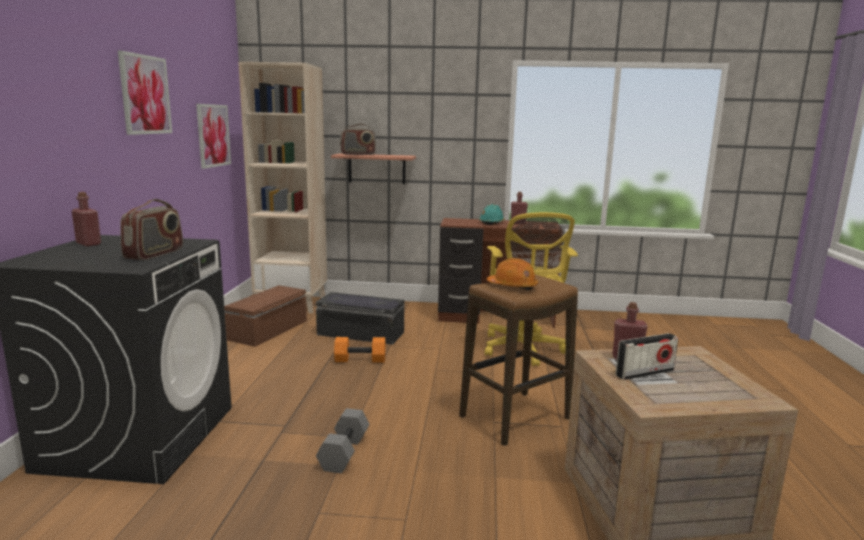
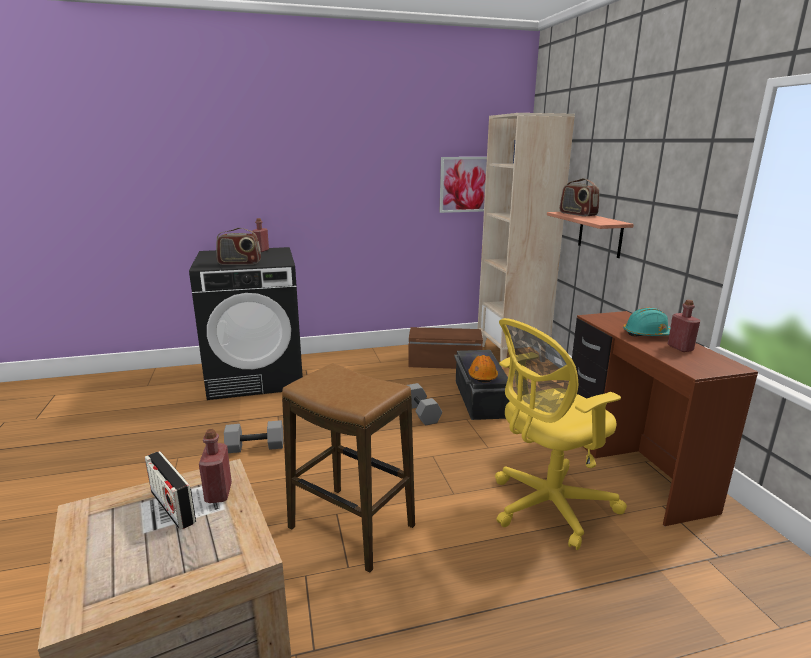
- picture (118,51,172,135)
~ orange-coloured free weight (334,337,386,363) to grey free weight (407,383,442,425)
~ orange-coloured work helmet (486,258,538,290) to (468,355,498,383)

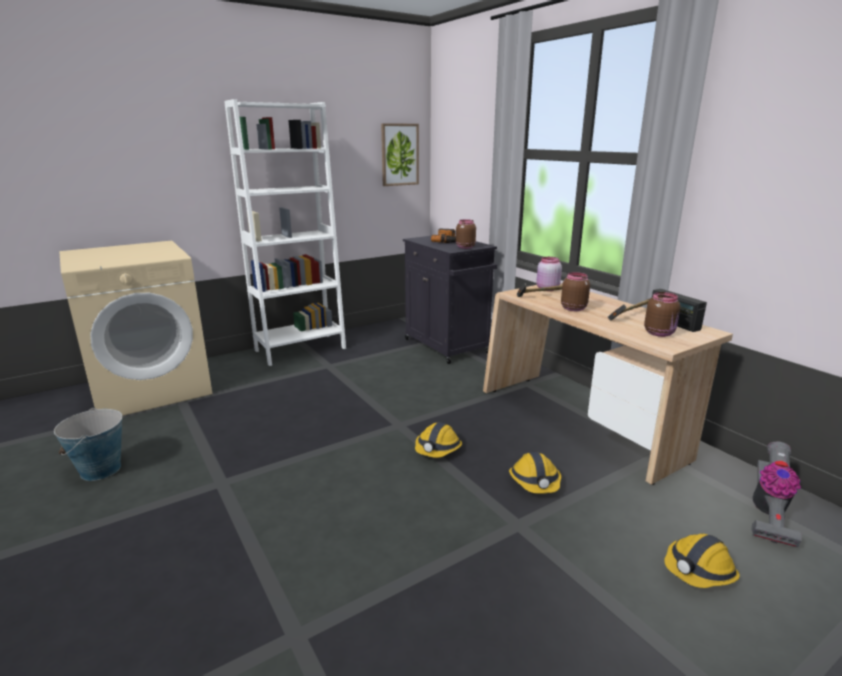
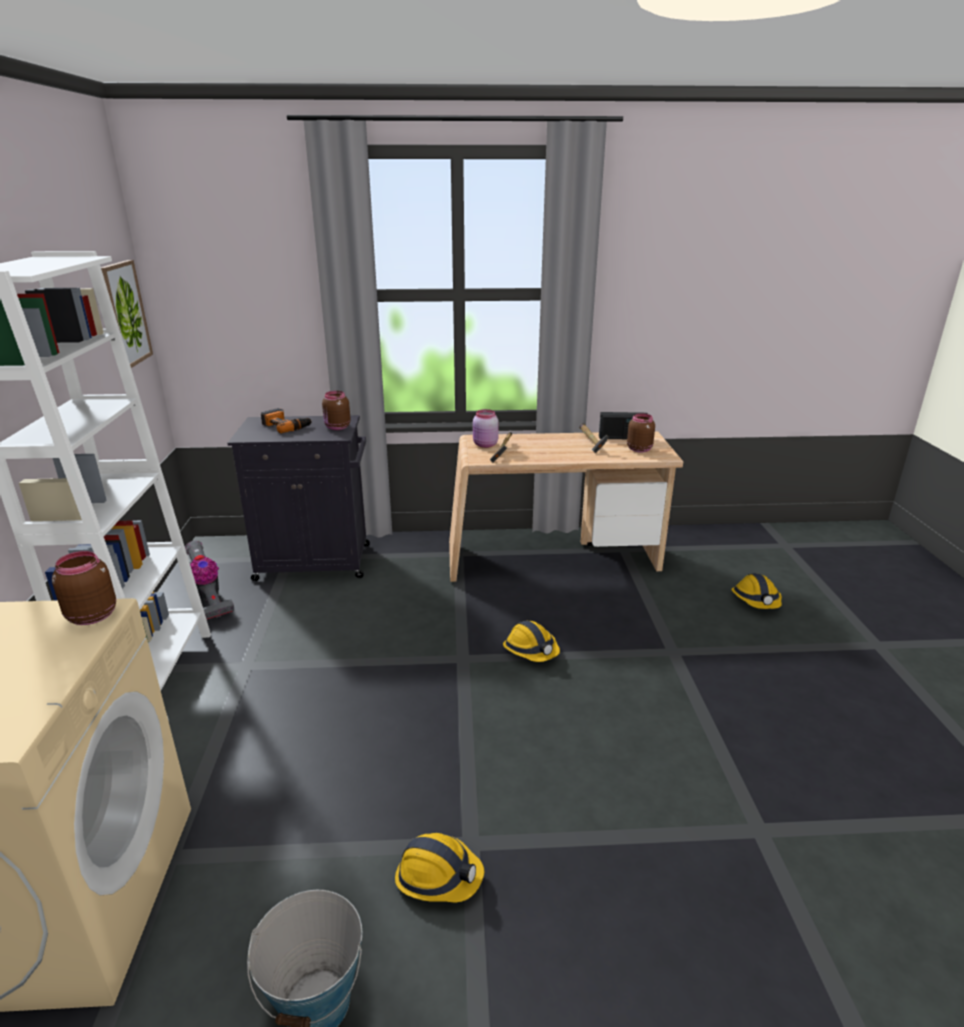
~ work helmet (509,452,561,494) to (395,833,484,903)
~ brownish preserve jar (561,272,590,311) to (52,551,116,625)
~ vacuum cleaner (752,441,802,547) to (185,541,234,620)

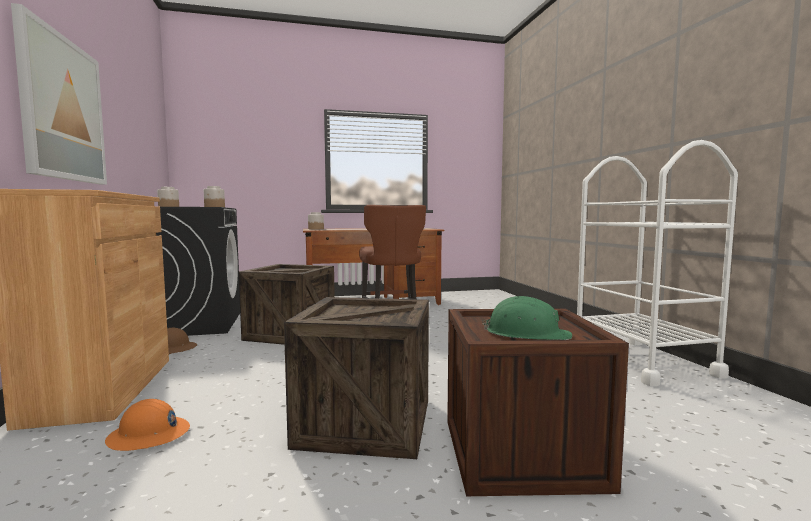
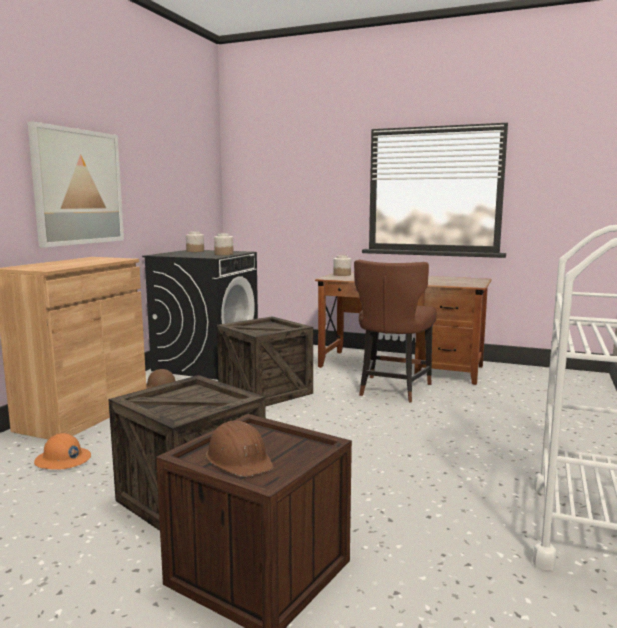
~ greenish work helmet (482,296,572,340) to brownish work helmet (206,421,274,477)

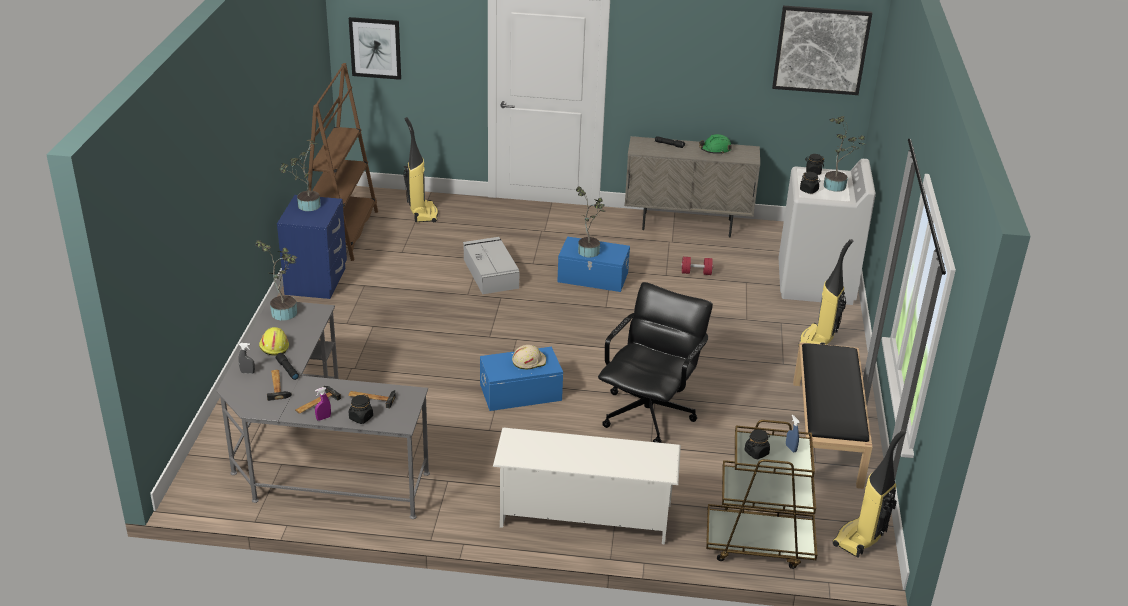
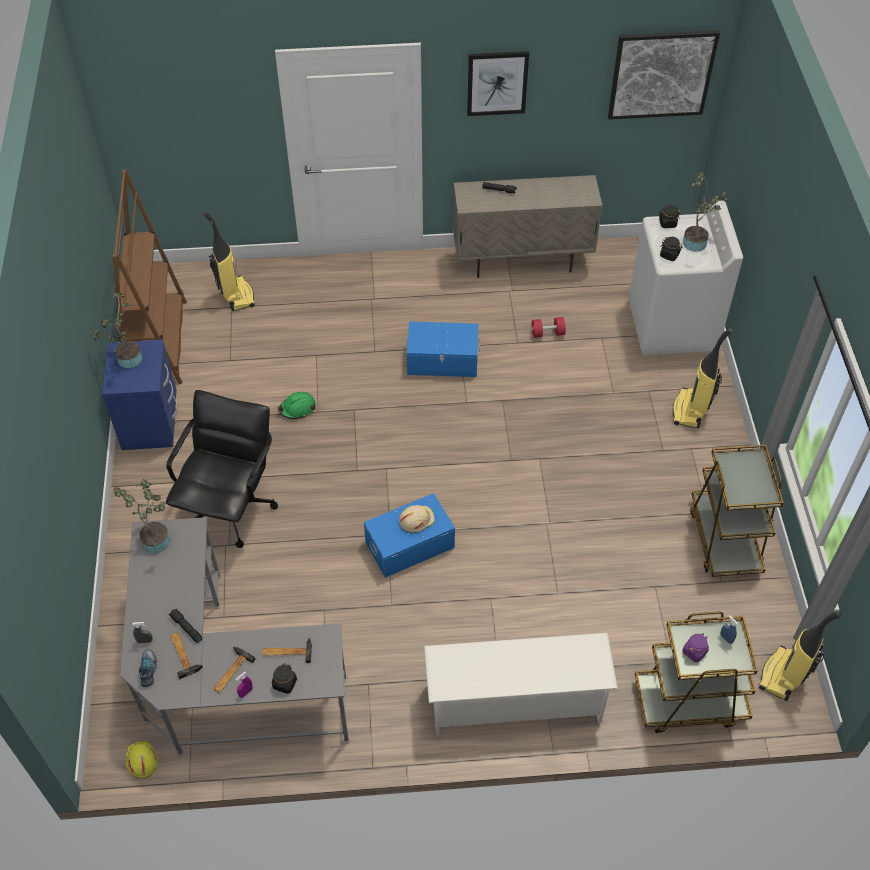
~ yellow-coloured work helmet (259,327,289,356) to (126,741,158,778)
~ picture (349,17,401,80) to (467,51,529,116)
- grey storage box (463,237,519,294)
- houseplant (576,187,606,257)
~ black-coloured desk chair (598,282,713,443) to (166,390,278,548)
~ greenish work helmet (699,134,732,154) to (277,392,316,419)
~ black-coloured preserve jar (745,429,770,459) to purple preserve jar (682,633,709,663)
~ black-coloured long seat (793,342,872,489) to brownish cart (690,445,784,577)
+ shoe (139,649,157,687)

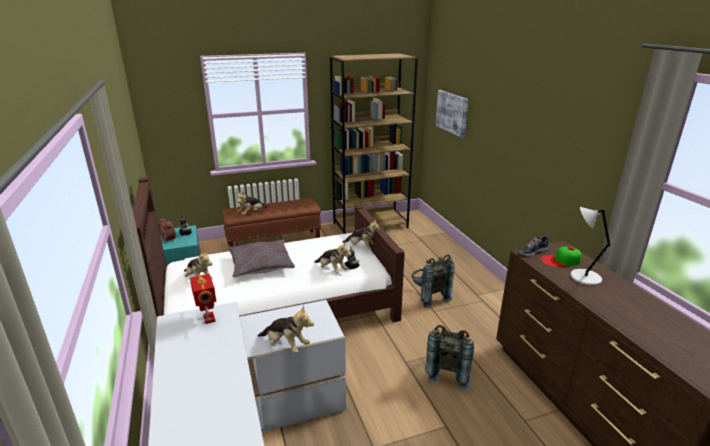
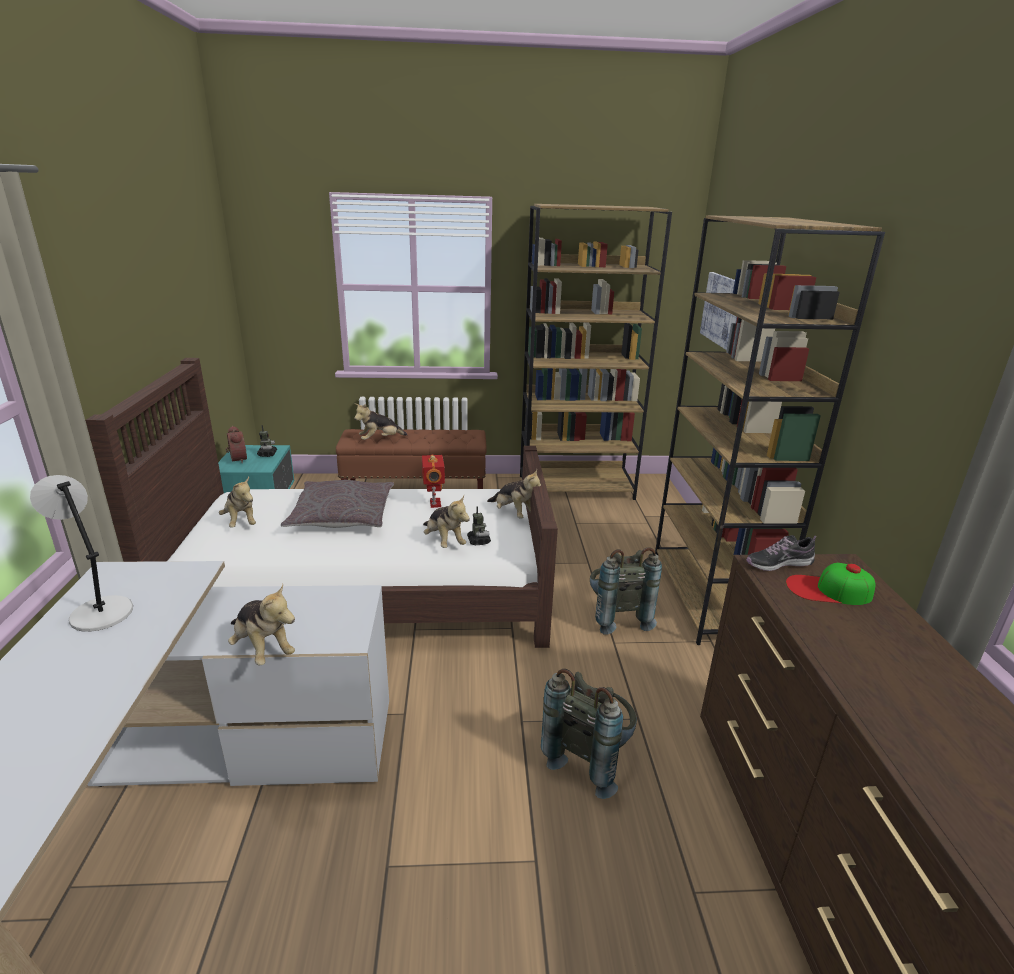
~ toy robot (190,274,216,324) to (422,455,445,508)
~ grey table lamp (570,207,610,286) to (30,475,133,632)
+ brownish shelving unit (655,215,885,645)

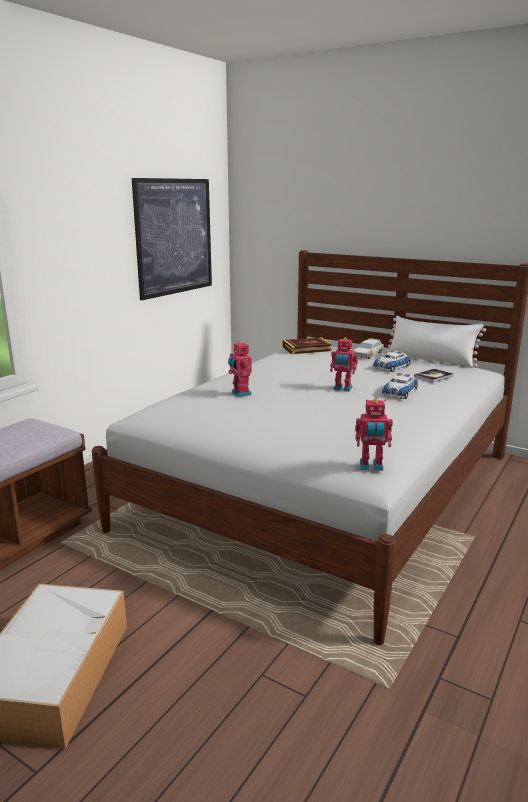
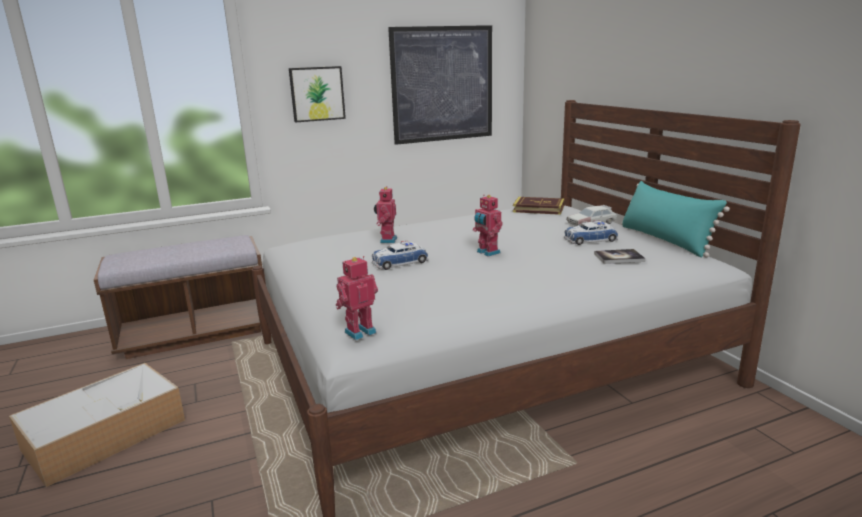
~ toy robot (355,399,393,471) = (336,256,378,340) 105 degrees clockwise
~ miniature car (382,373,418,399) to (372,241,429,270)
~ white-coloured cushion (385,316,486,368) to turquoise cushion (621,181,730,257)
+ picture (289,66,346,122)

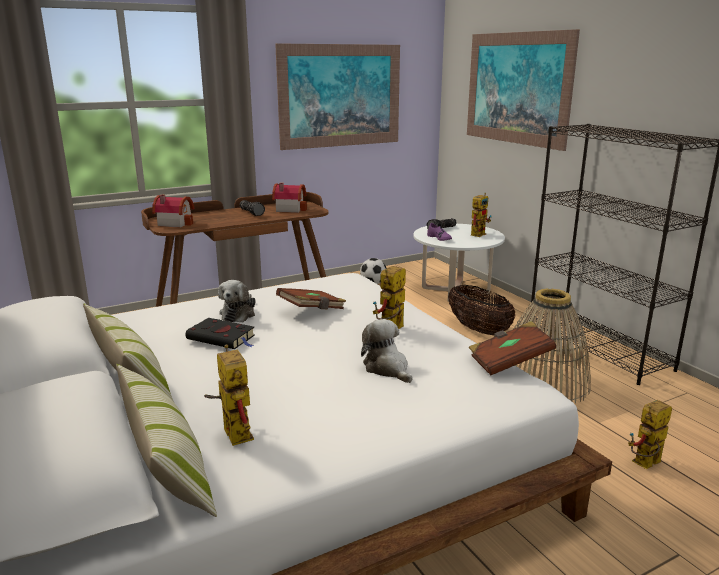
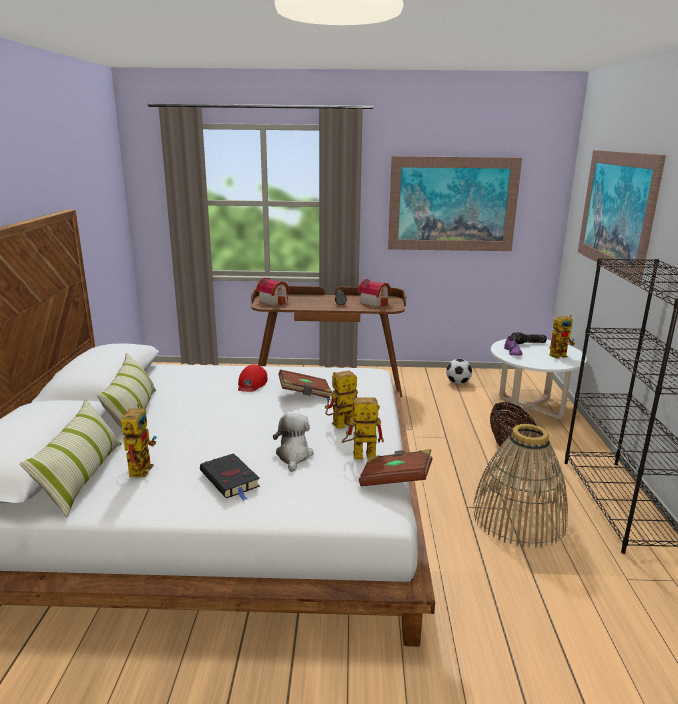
~ black-coloured book (186,318,255,349) to (200,453,260,501)
~ cuddly toy (218,280,256,322) to reddish baseball cap (238,364,267,392)
~ toy robot (628,400,672,469) to (342,397,384,459)

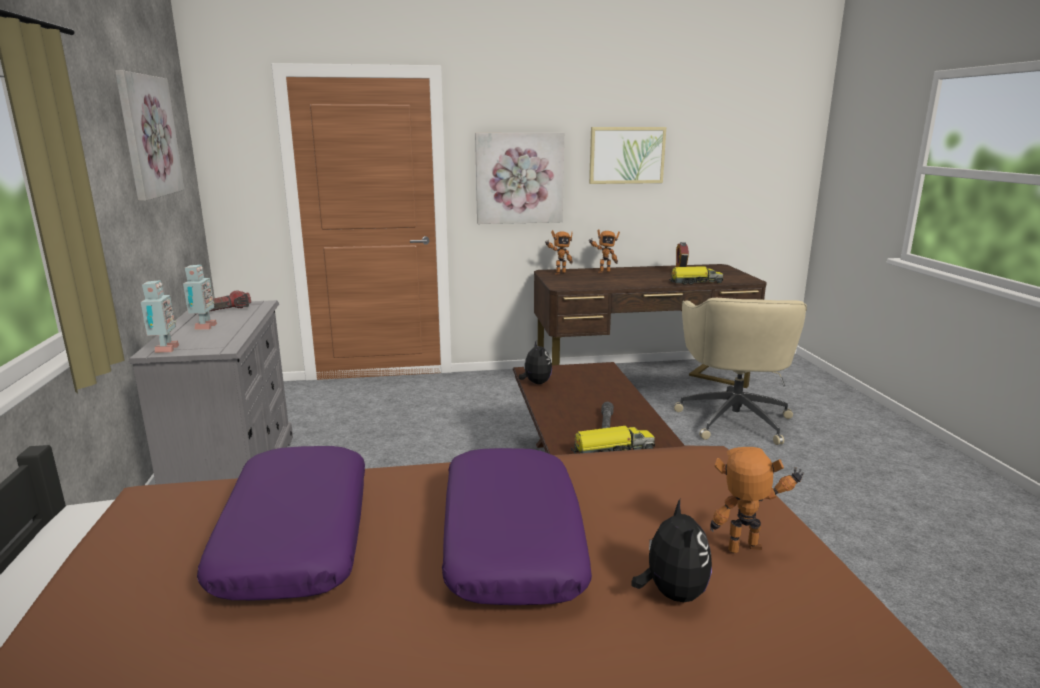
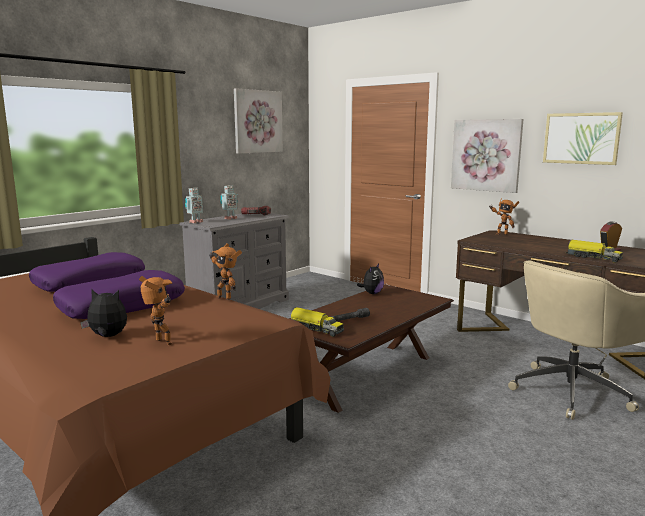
~ toy robot (588,229,620,273) to (210,243,242,300)
~ cuddly toy (631,499,712,602) = (80,290,127,337) 135 degrees counterclockwise

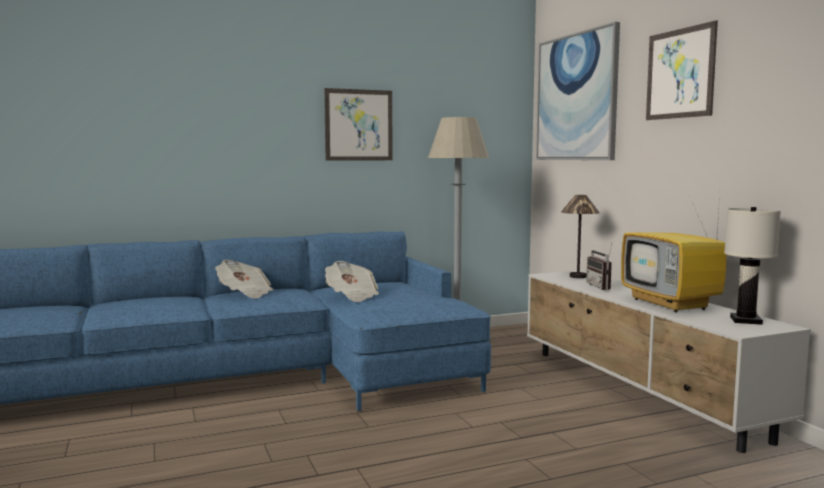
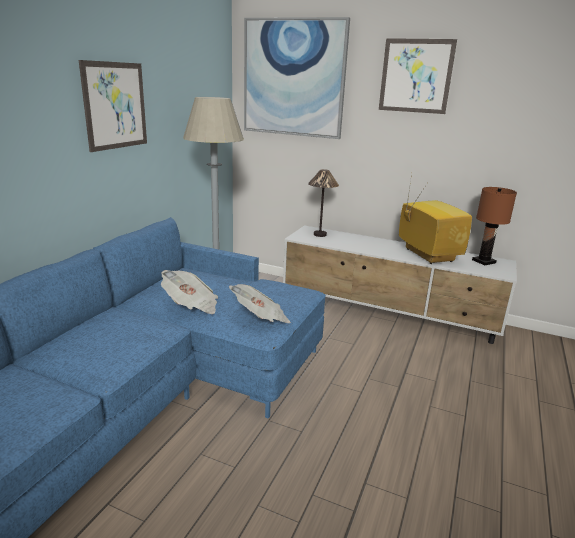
~ printed paper (215,260,273,299) to (229,284,291,323)
- radio set (586,244,612,290)
~ television (621,193,727,312) = (399,174,472,264) 135 degrees counterclockwise
~ white-coloured table lamp (724,207,781,325) to brownish table lamp (472,187,517,265)

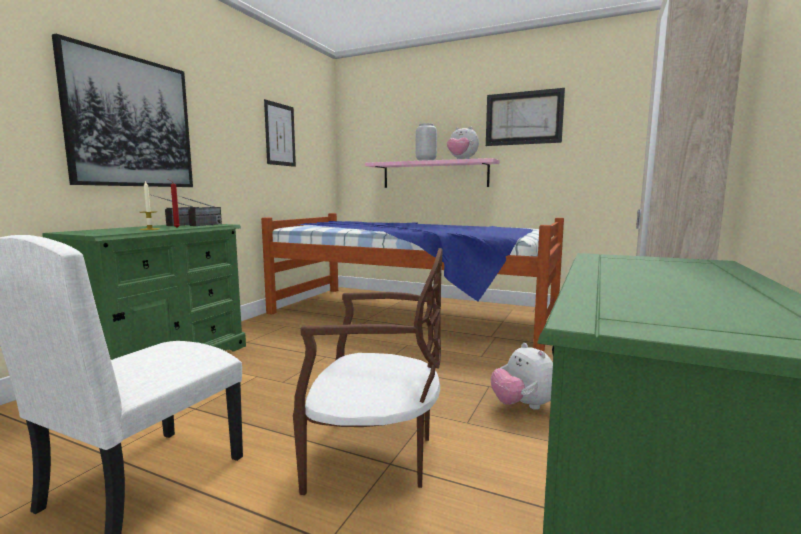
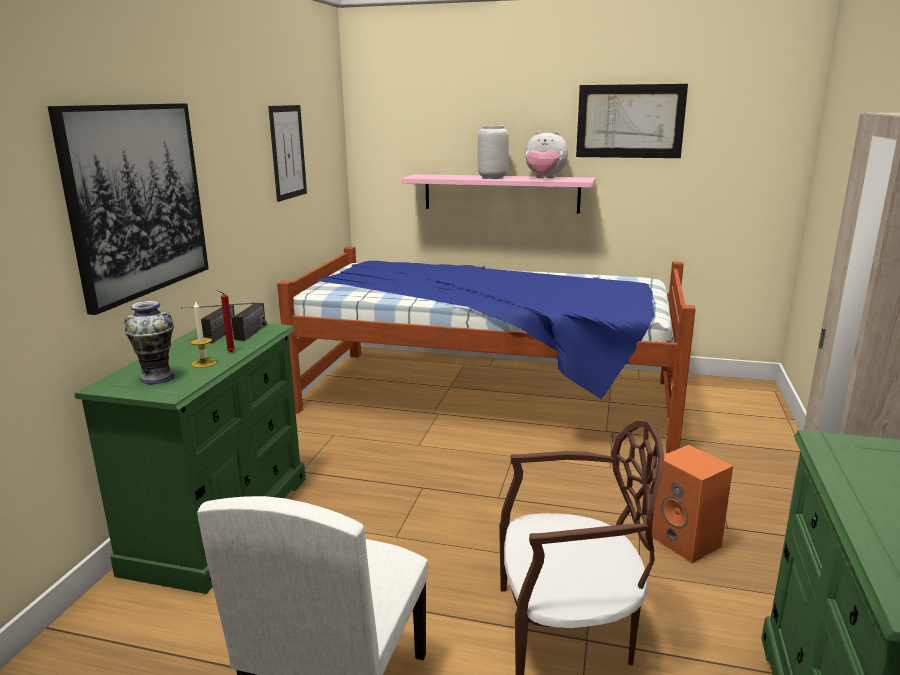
~ cuddly toy (491,343,553,410) to orange-coloured speaker (652,445,733,563)
+ flower vase (125,301,174,384)

